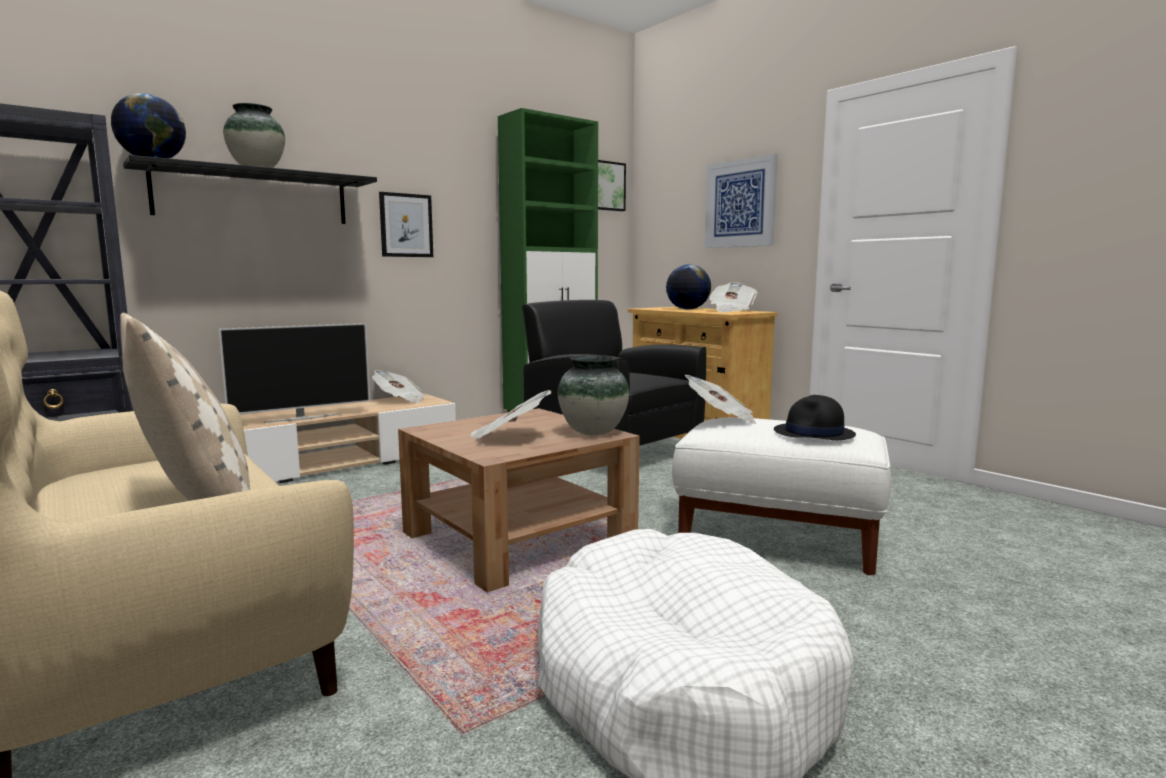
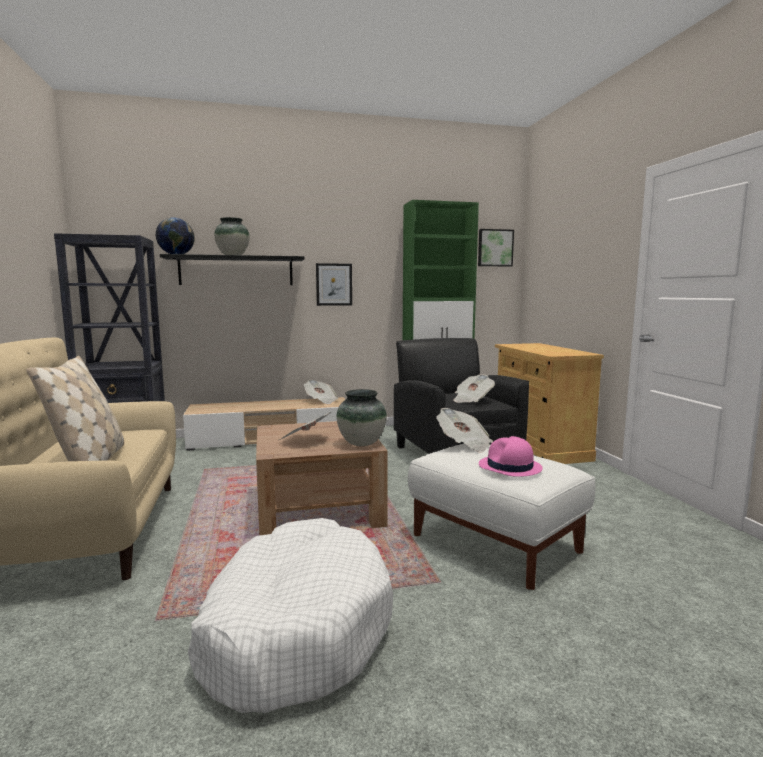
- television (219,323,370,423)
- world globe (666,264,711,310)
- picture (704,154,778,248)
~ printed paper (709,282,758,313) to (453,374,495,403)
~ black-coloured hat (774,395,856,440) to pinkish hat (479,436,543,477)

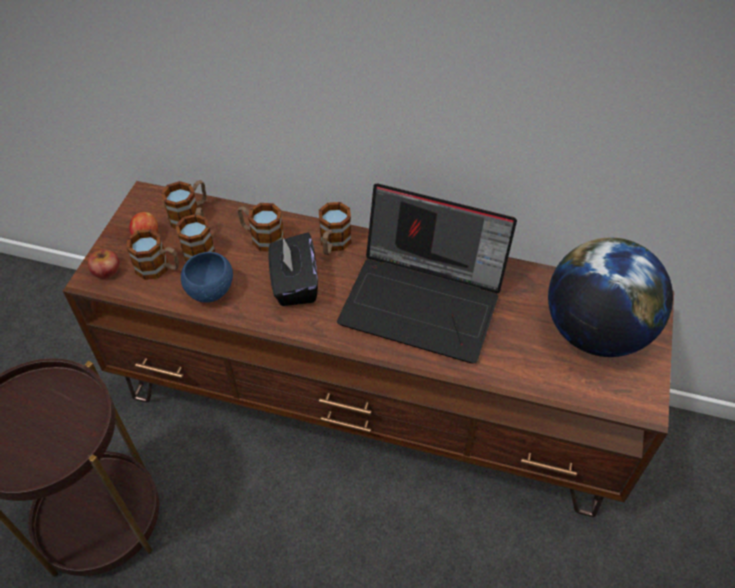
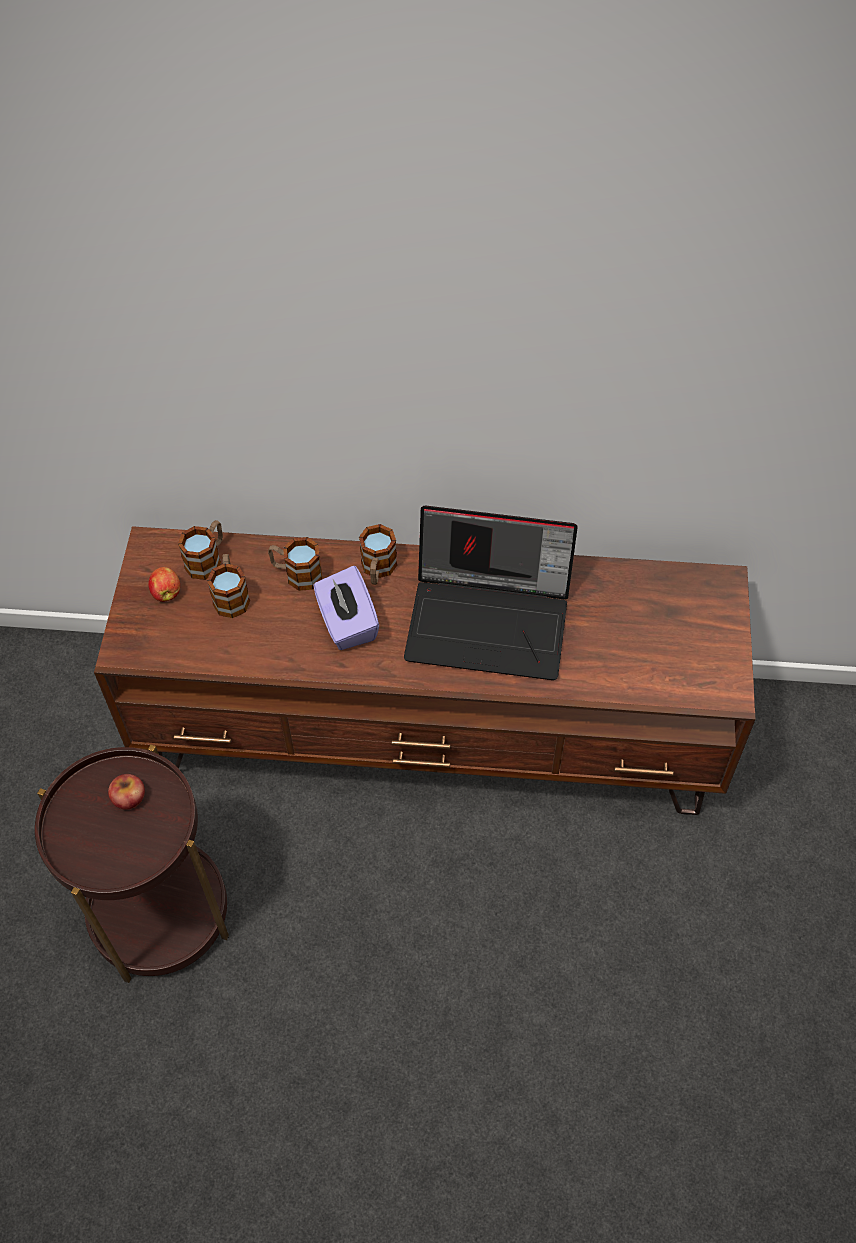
~ whole apple (88,249,119,279) to (108,774,145,810)
- tea mug (127,229,179,280)
- blue serving bowl (181,252,233,303)
~ black-coloured tissue box (268,232,318,306) to purple tissue box (313,566,379,650)
- world globe (548,238,673,357)

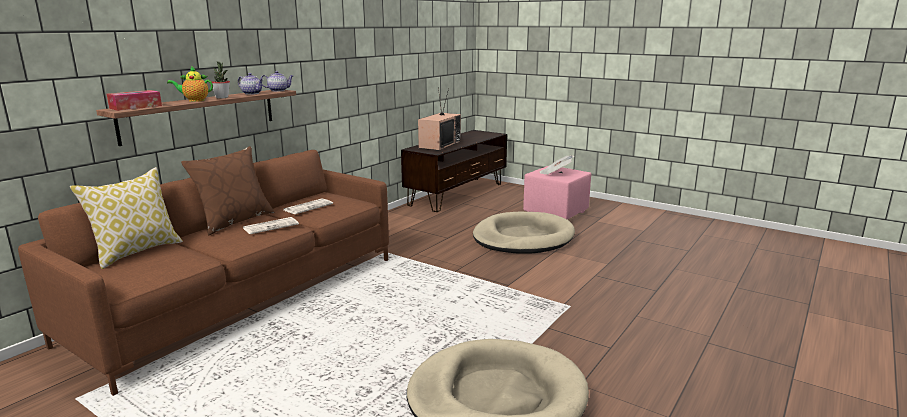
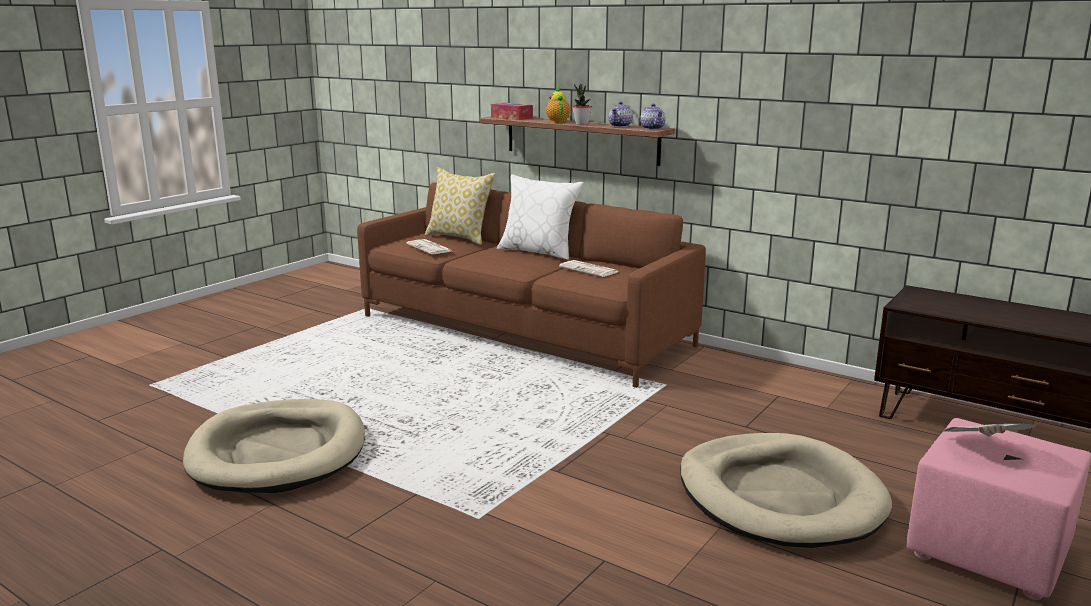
~ brownish cushion (181,146,274,235) to white-coloured cushion (497,174,584,260)
~ printed paper (243,217,299,234) to (406,239,452,254)
- television (418,87,461,151)

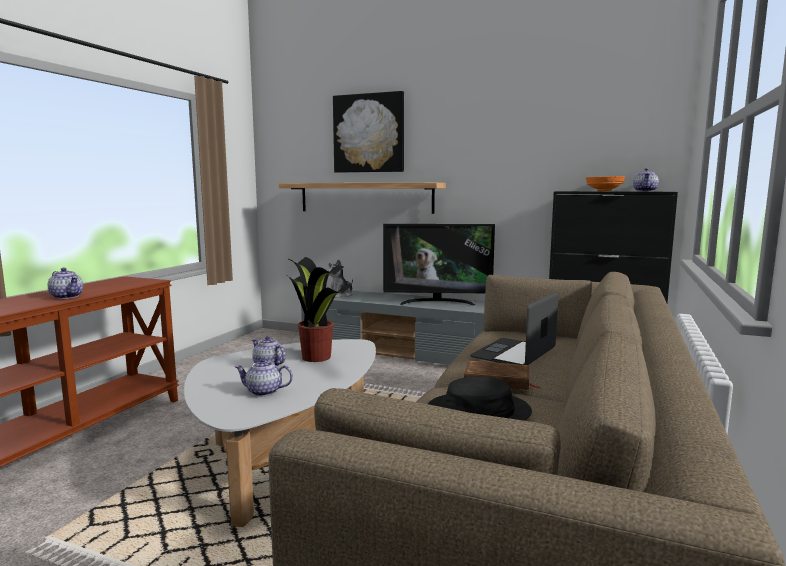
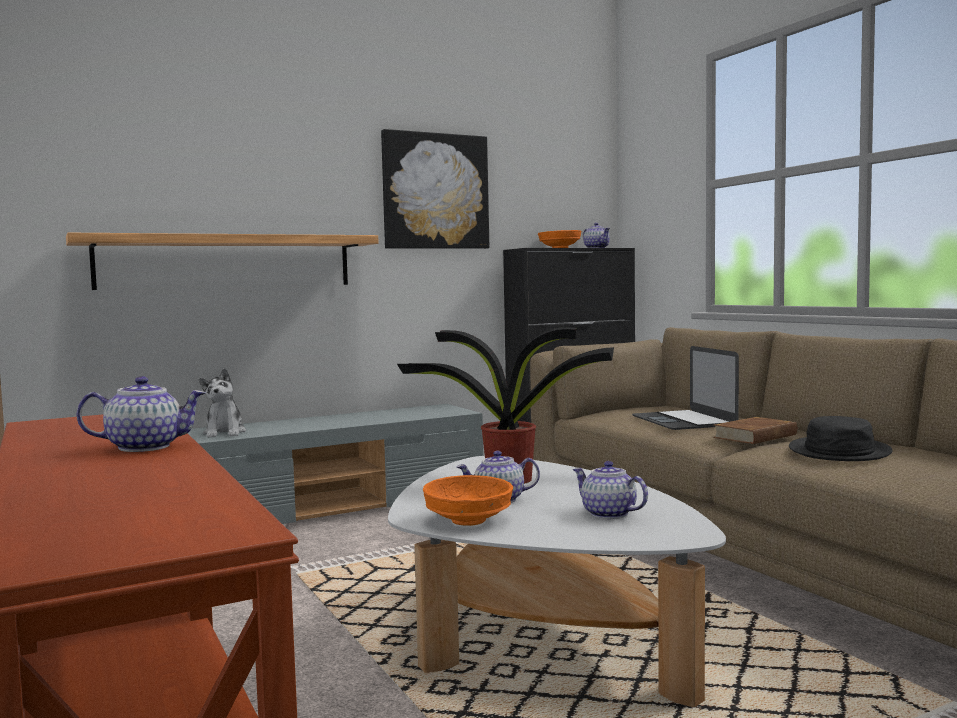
~ tea pot (235,358,293,396) = (573,461,648,519) 90 degrees clockwise
~ picture (333,91,404,172) to (381,129,489,249)
- television (383,224,495,306)
+ orange-coloured serving bowl (423,475,513,526)

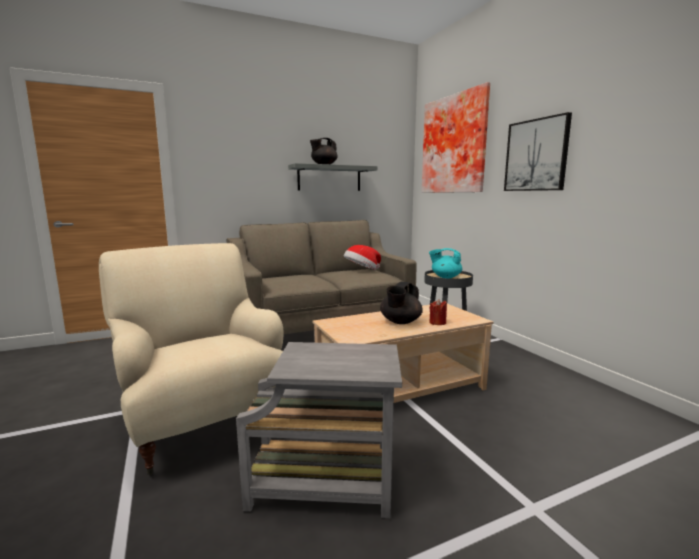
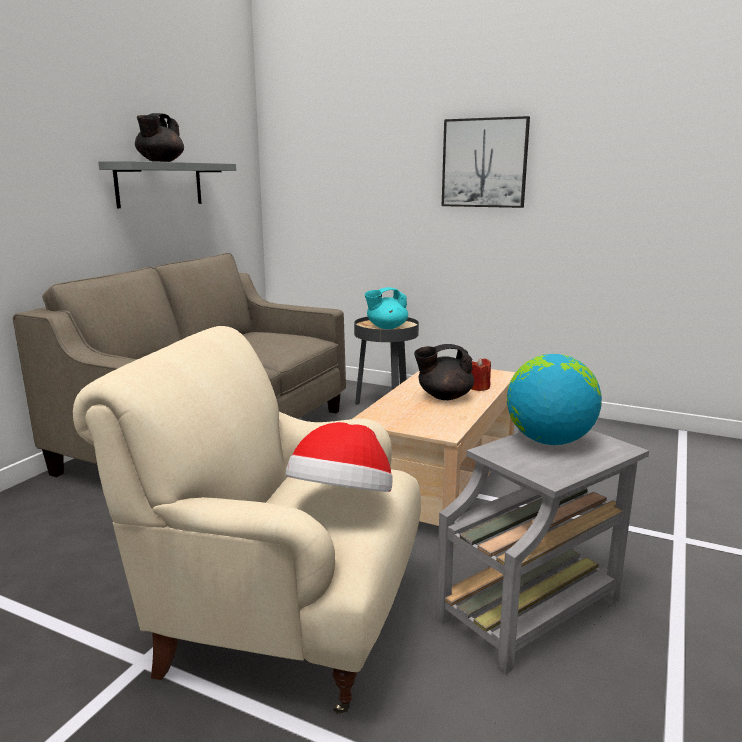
~ hat (344,245,381,270) to (286,422,393,492)
~ black-coloured tea pot (380,282,423,324) = (414,344,474,400) 90 degrees clockwise
- picture (422,82,490,193)
+ world globe (507,354,602,445)

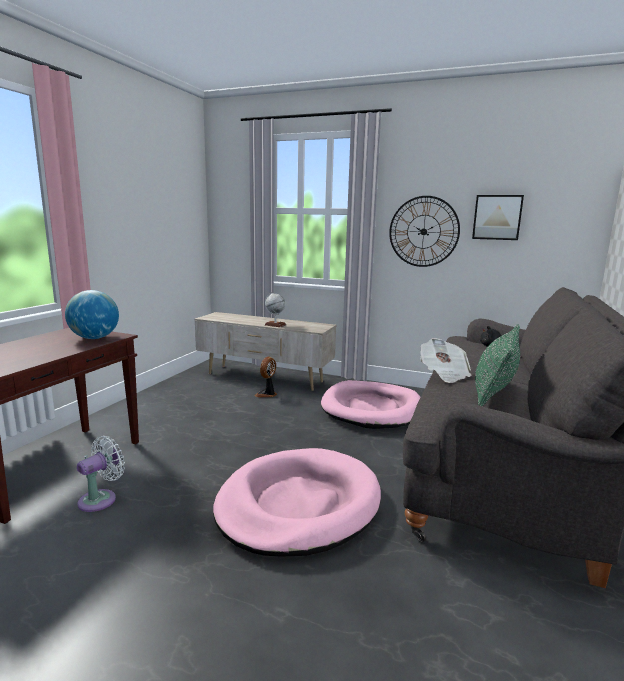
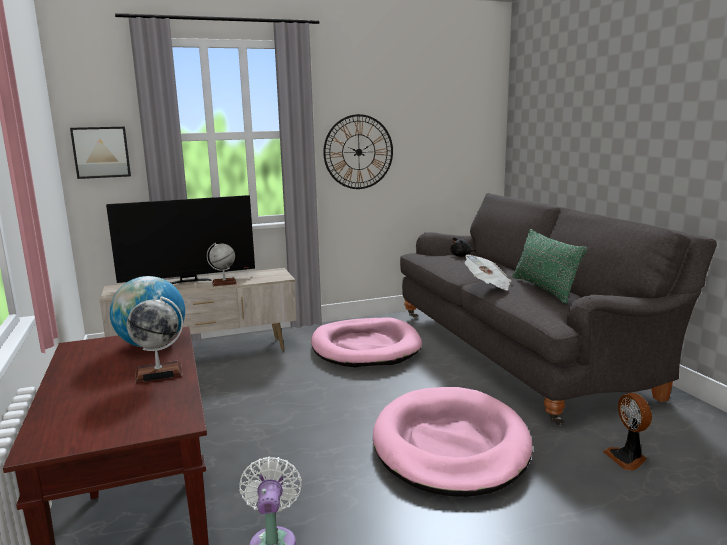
~ cooling fan (254,357,277,397) to (603,393,652,471)
~ picture (472,195,524,240) to (70,127,131,179)
+ television (106,195,255,284)
+ world globe (127,296,183,384)

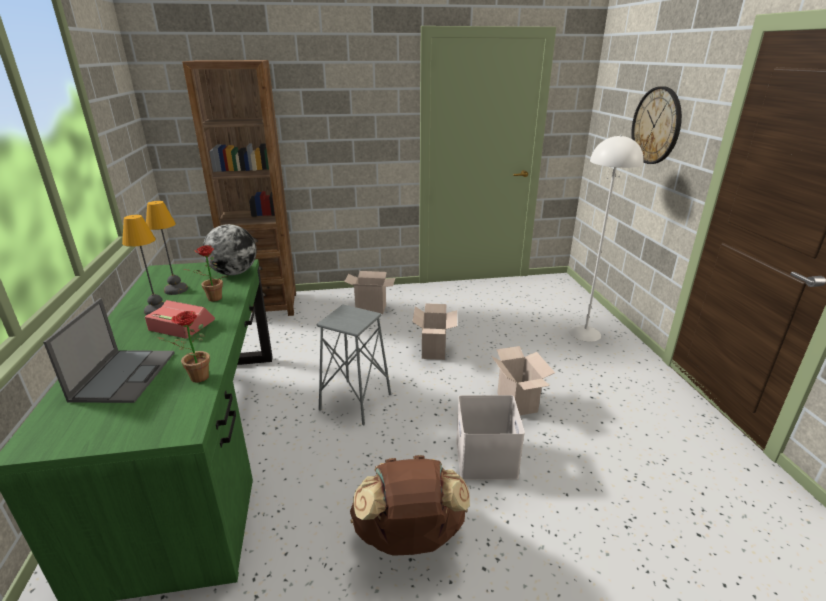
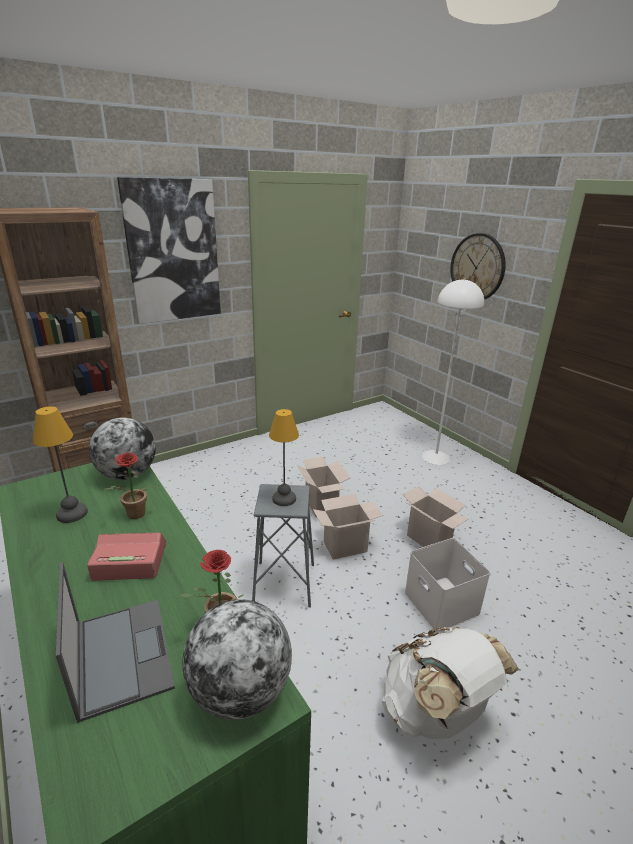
~ table lamp (122,215,165,315) to (269,409,299,506)
~ packing box (344,271,395,314) to (313,494,383,560)
~ brownish backpack (350,455,470,556) to white-coloured backpack (382,627,519,739)
+ picture (117,177,221,324)
+ world globe (182,599,292,720)

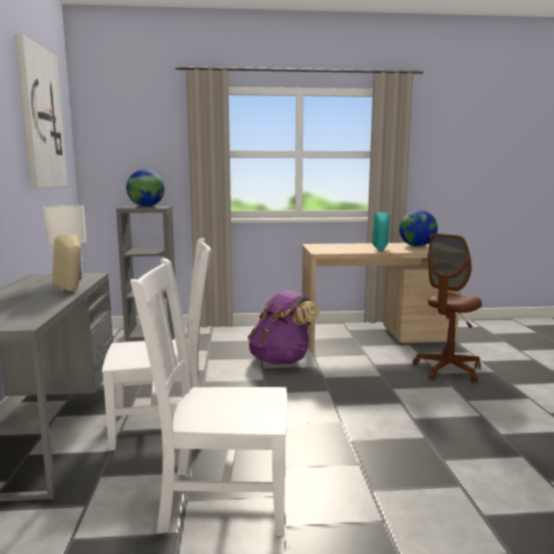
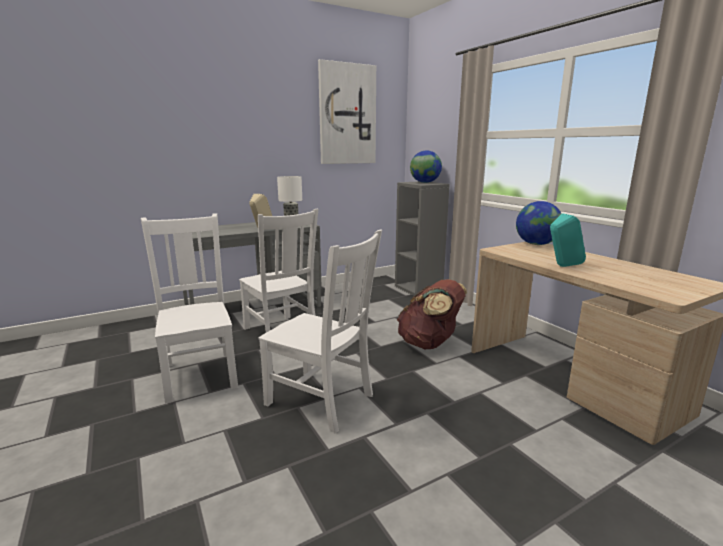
~ purple backpack (248,290,320,364) to brownish backpack (397,279,467,349)
~ world globe (399,210,438,247) to (516,201,562,245)
- brownish desk chair (413,233,482,383)
+ white-coloured plain chair (258,229,382,433)

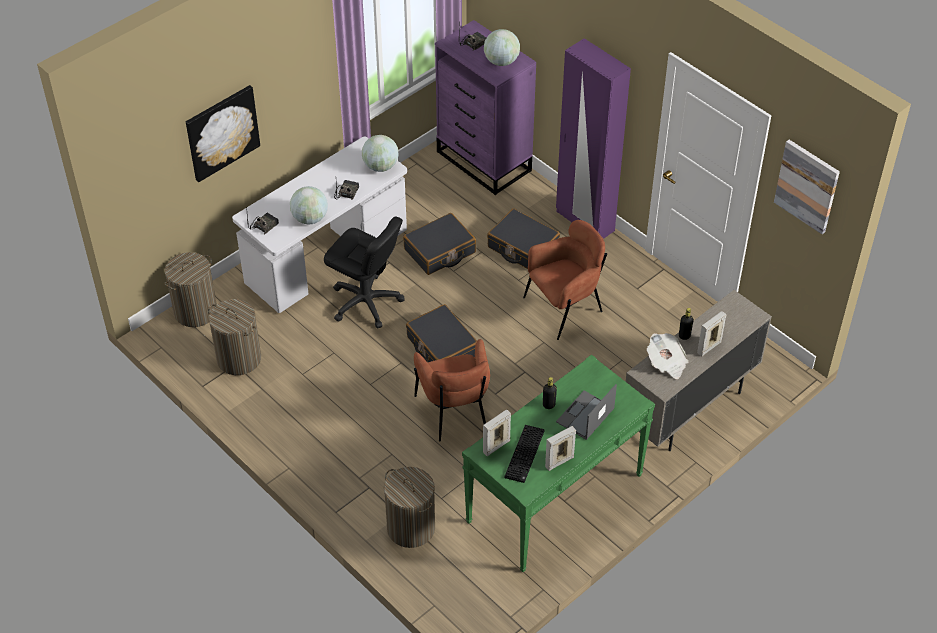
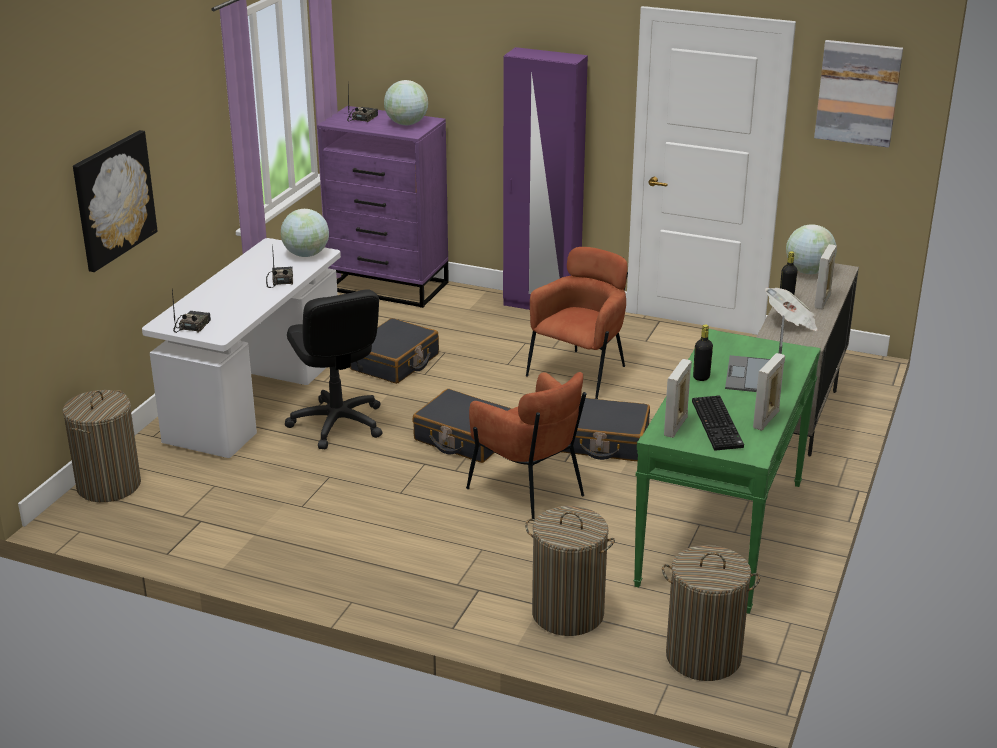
~ laundry basket (208,299,261,375) to (662,545,760,681)
~ world globe (290,186,328,224) to (786,224,837,274)
~ black-coloured desk chair (324,216,404,328) = (285,289,382,449) 60 degrees clockwise
~ black-coloured piece of luggage (487,208,560,269) to (562,398,650,461)

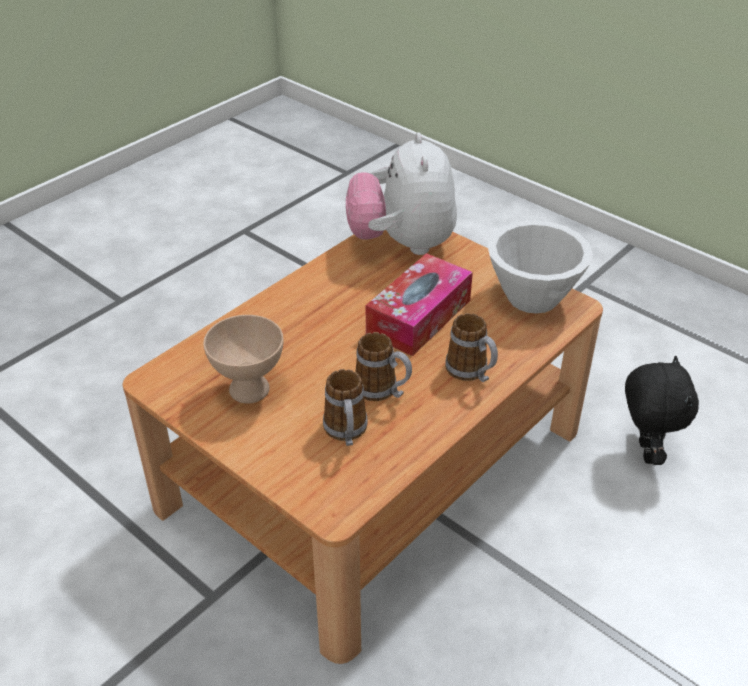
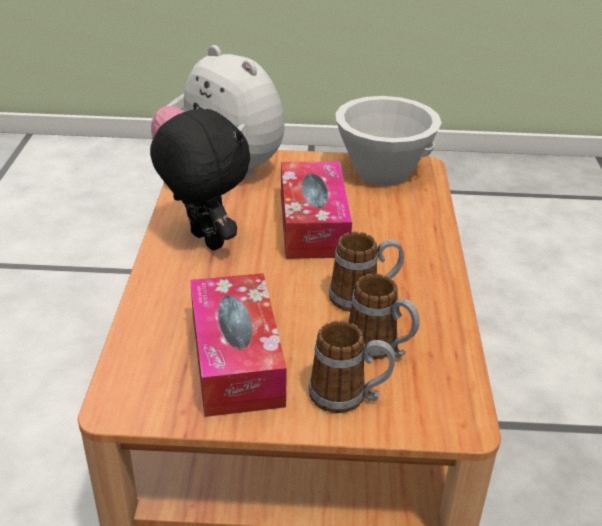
~ sand-coloured serving bowl (203,315,284,404) to tissue box (190,273,287,417)
~ tea mug (445,313,498,382) to (309,320,395,413)
~ black-coloured cuddly toy (625,356,699,465) to (150,102,250,251)

